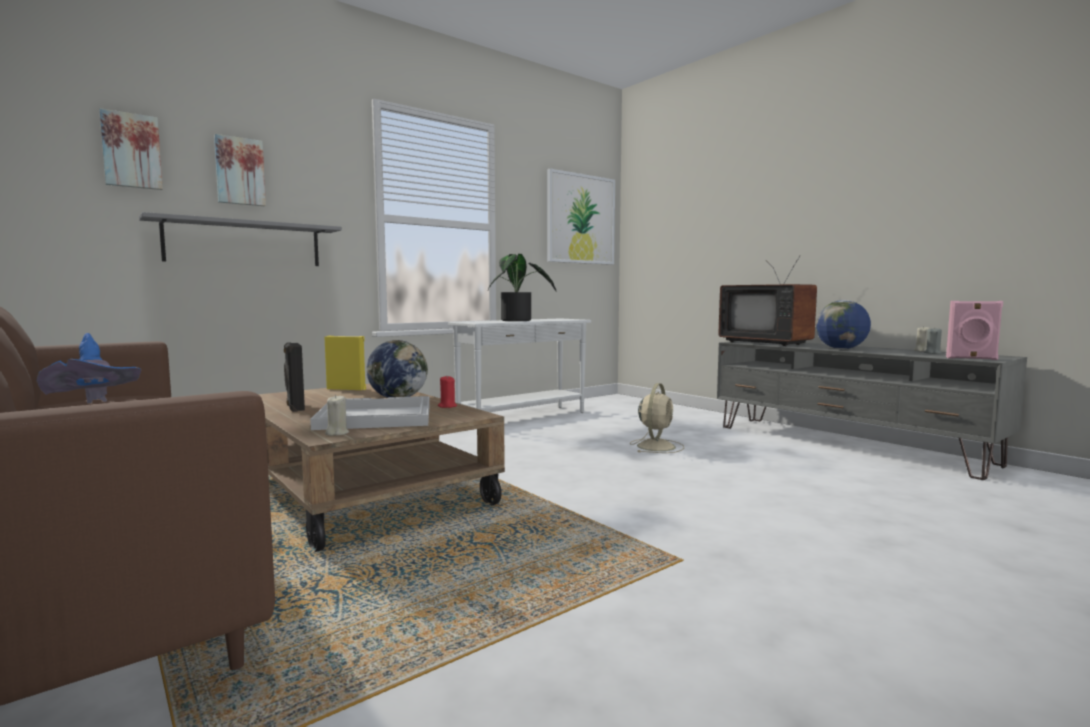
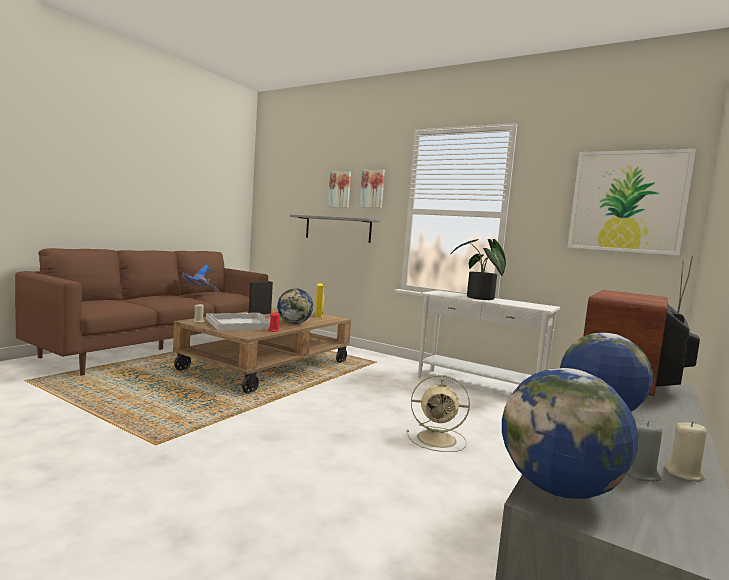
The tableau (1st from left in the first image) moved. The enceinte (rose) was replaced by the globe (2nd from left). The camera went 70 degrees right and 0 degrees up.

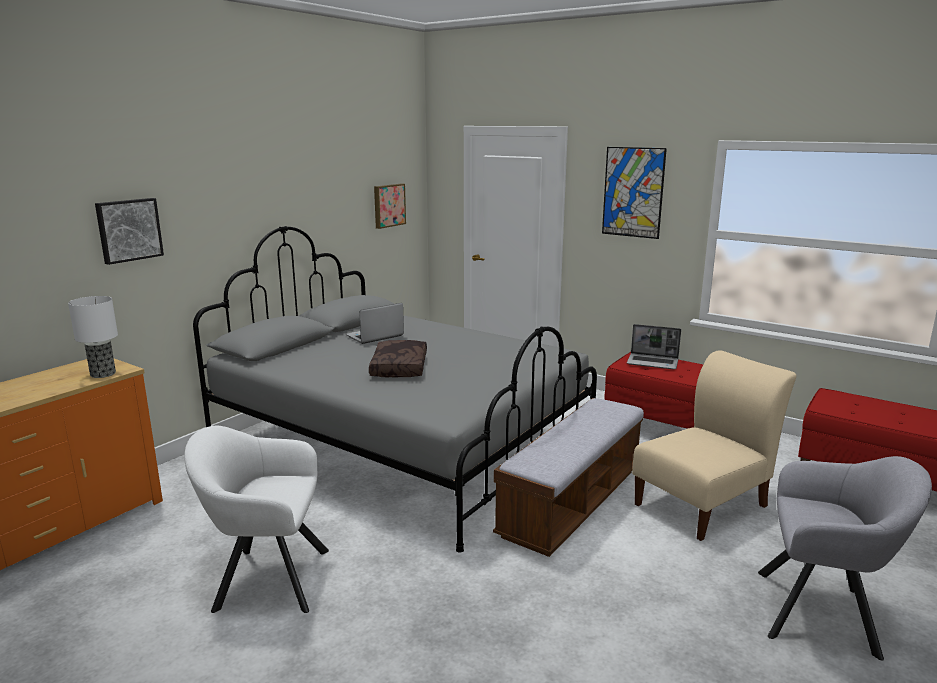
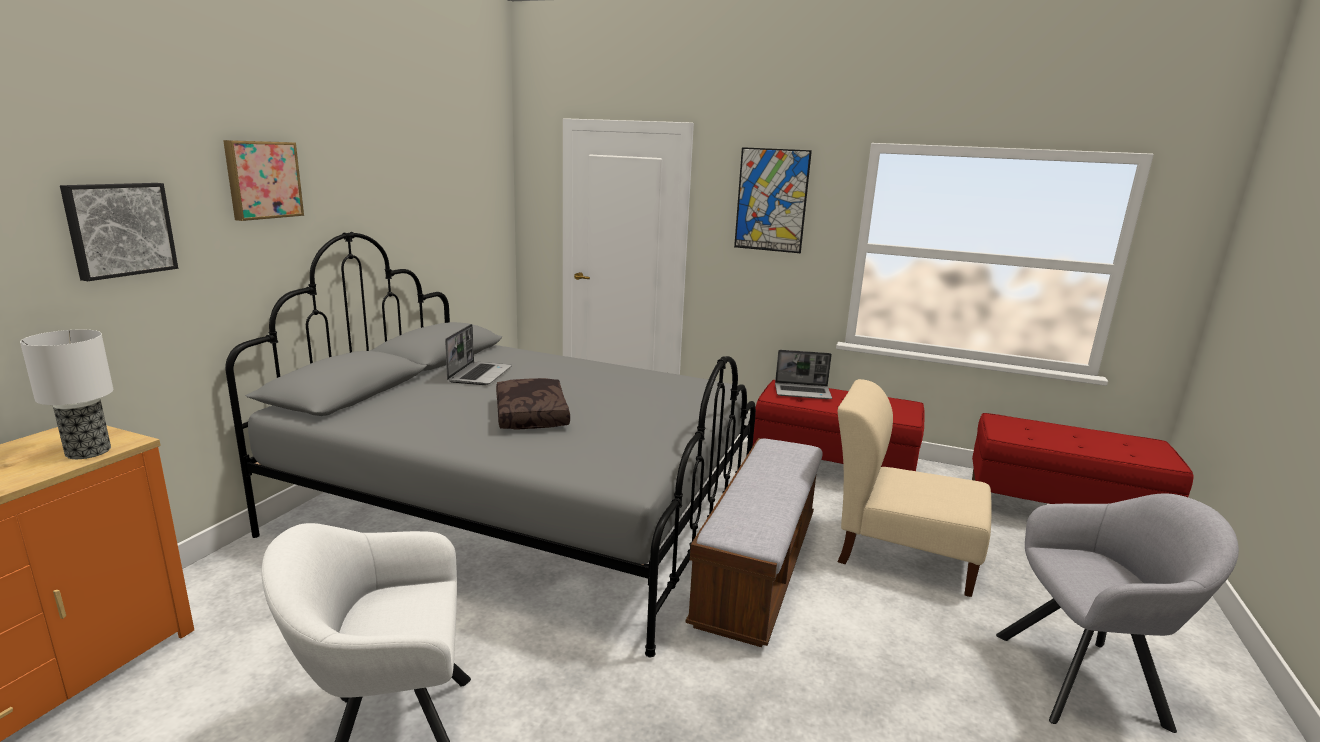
The tableau (2nd from left) moved. The ordinateur portable (1st from left) turned 150 degrees clockwise. The chaise (beige) turned 105 degrees counterclockwise. The camera went 15 degrees left and 0 degrees up.

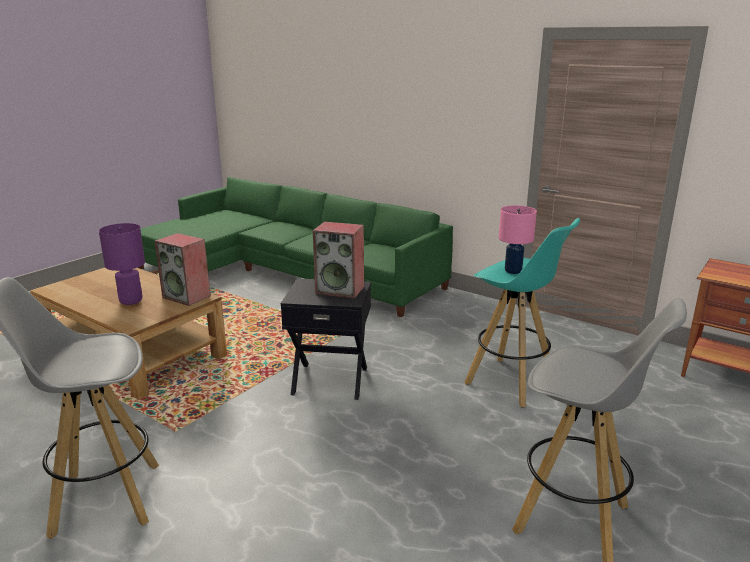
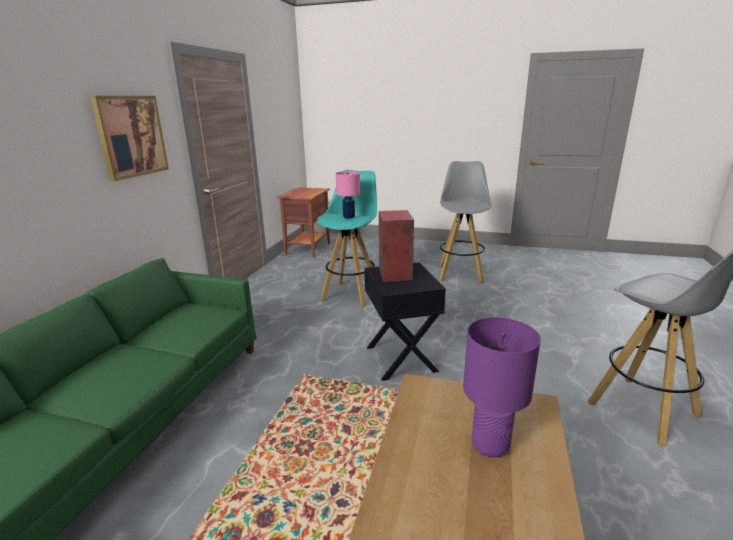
The enceinte (1st from left) disappeared. The tableau appeared. The camera went 110 degrees left and 0 degrees up.

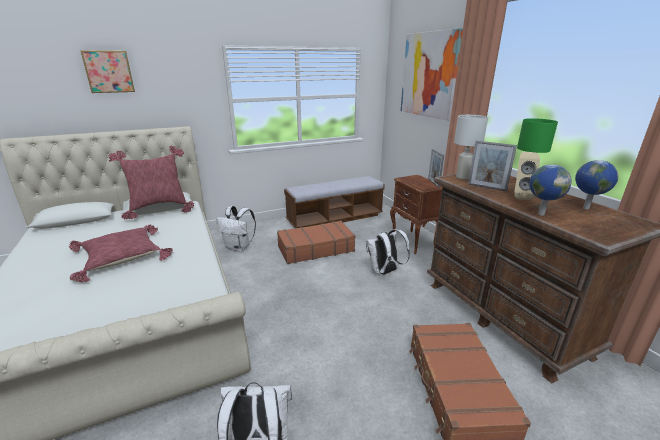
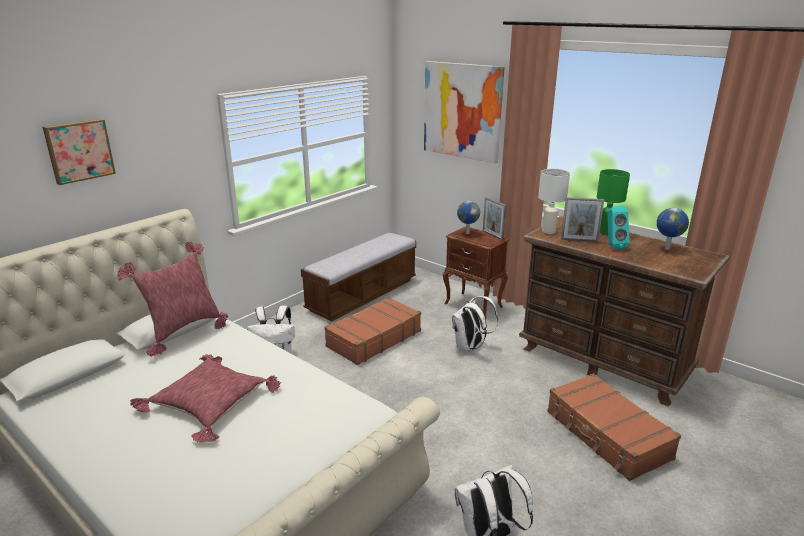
The globe (1st from left) moved. The enceinte (beige) became the enceinte (turquoise). The camera went 25 degrees left and 0 degrees up.

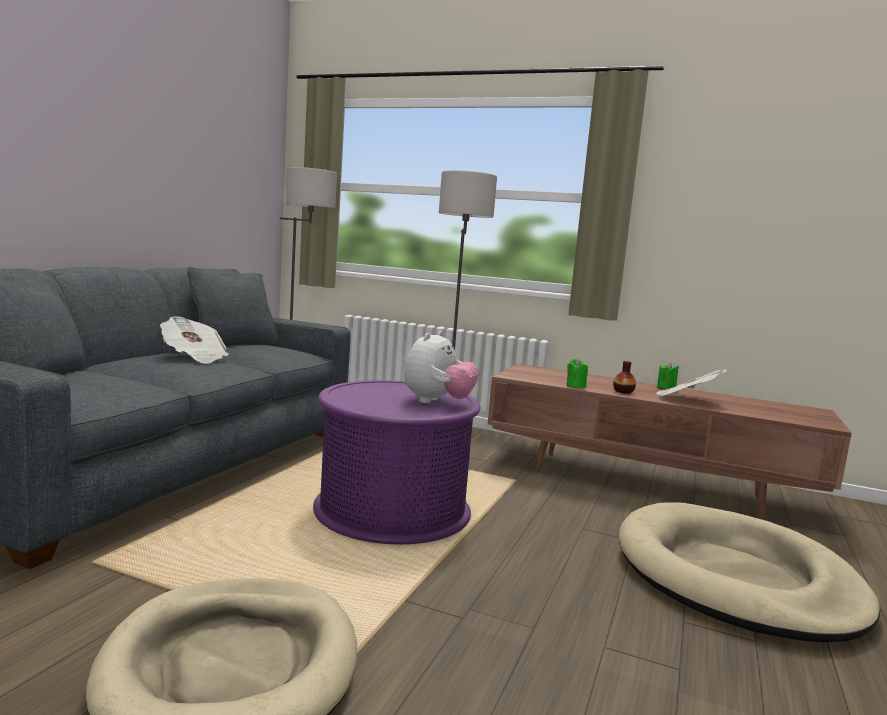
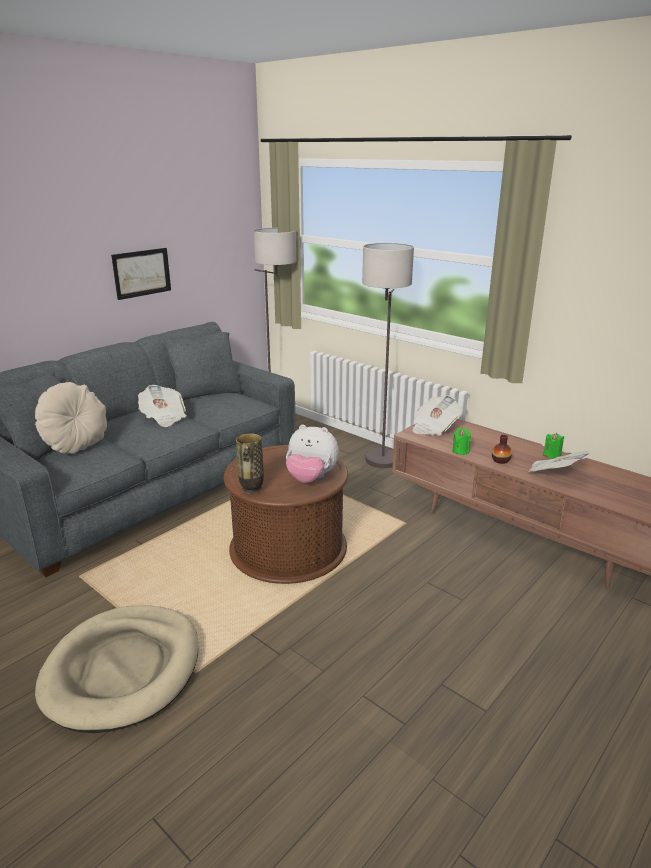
The panier pour chien (beige) (2nd from left) disappeared. The coussin (beige) appeared. The tableau appeared. The vase (1st from left) appeared. The journal (2nd from left) appeared. The table basse (violet) became the table basse (marron). The peluche turned 60 degrees clockwise. The camera went 20 degrees right and 15 degrees up.

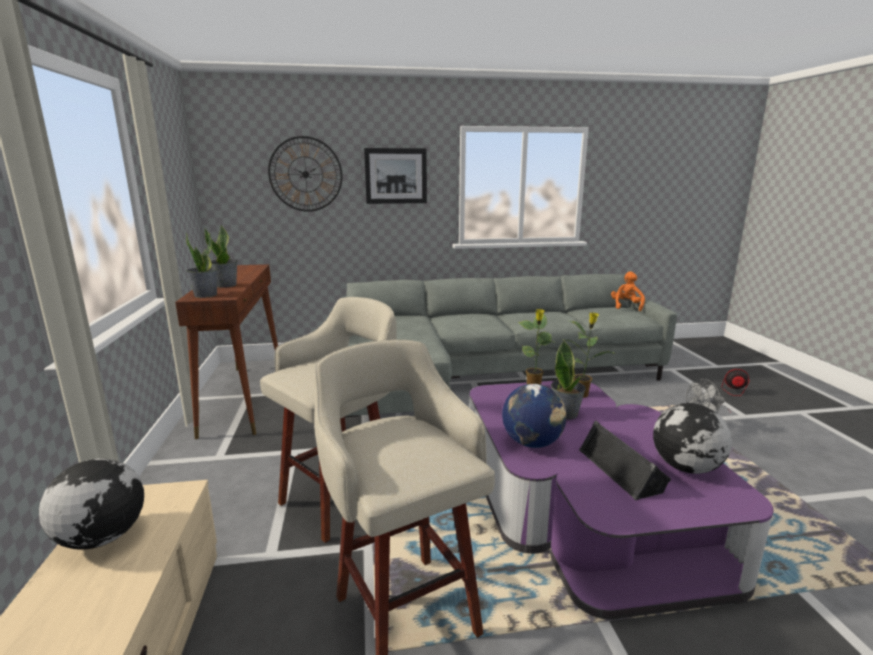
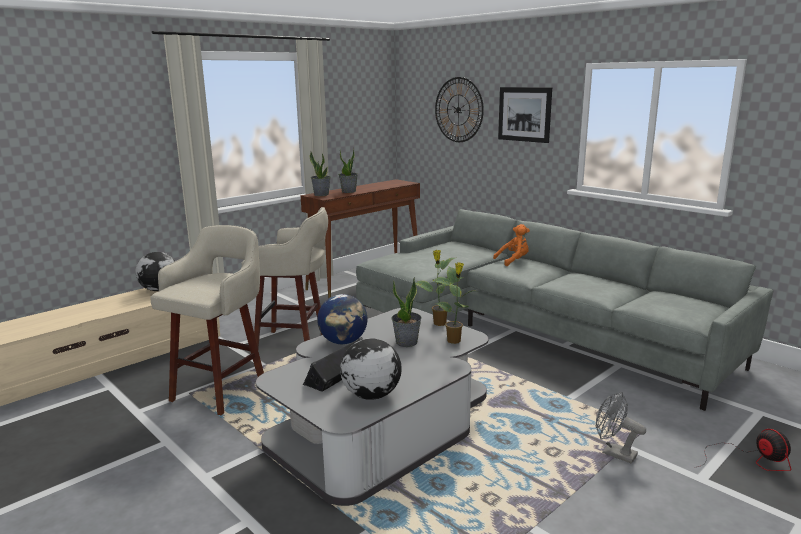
The peluche (orange) moved. The table basse (violet) became the table basse (gris). The camera went 55 degrees right and 0 degrees up.

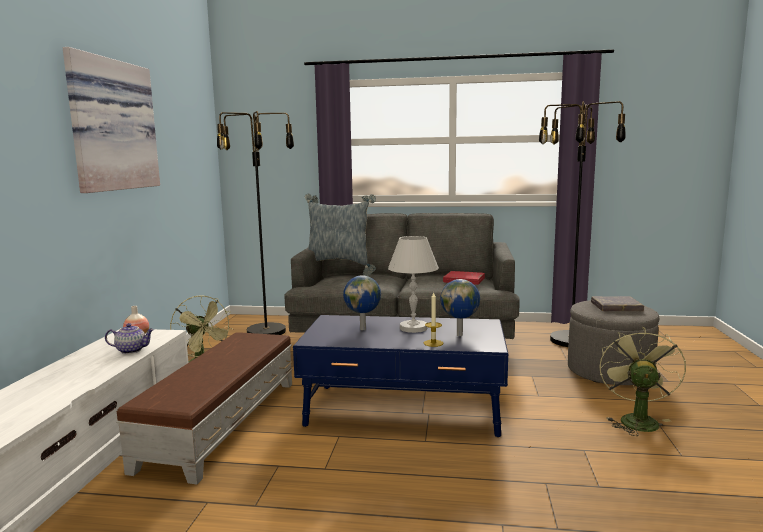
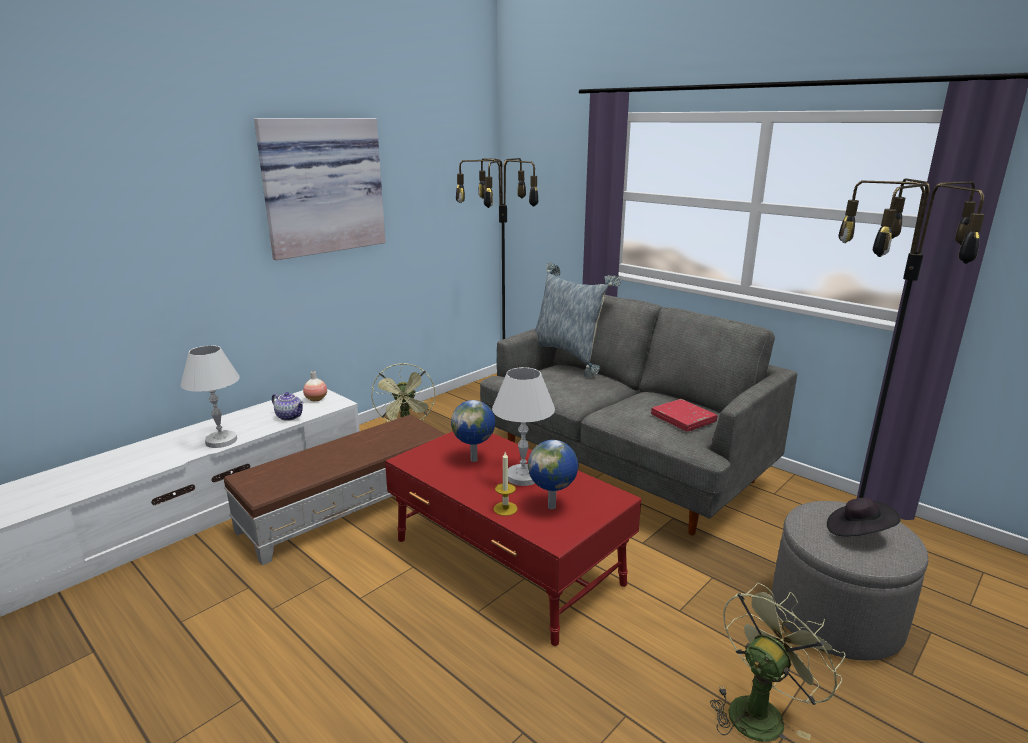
The lampe de table (blanc) (1st from left) appeared. The livre (gris) was replaced by the chapeau (noir). The table basse (bleu) became the table basse (rouge). The camera went 35 degrees right and 10 degrees up.

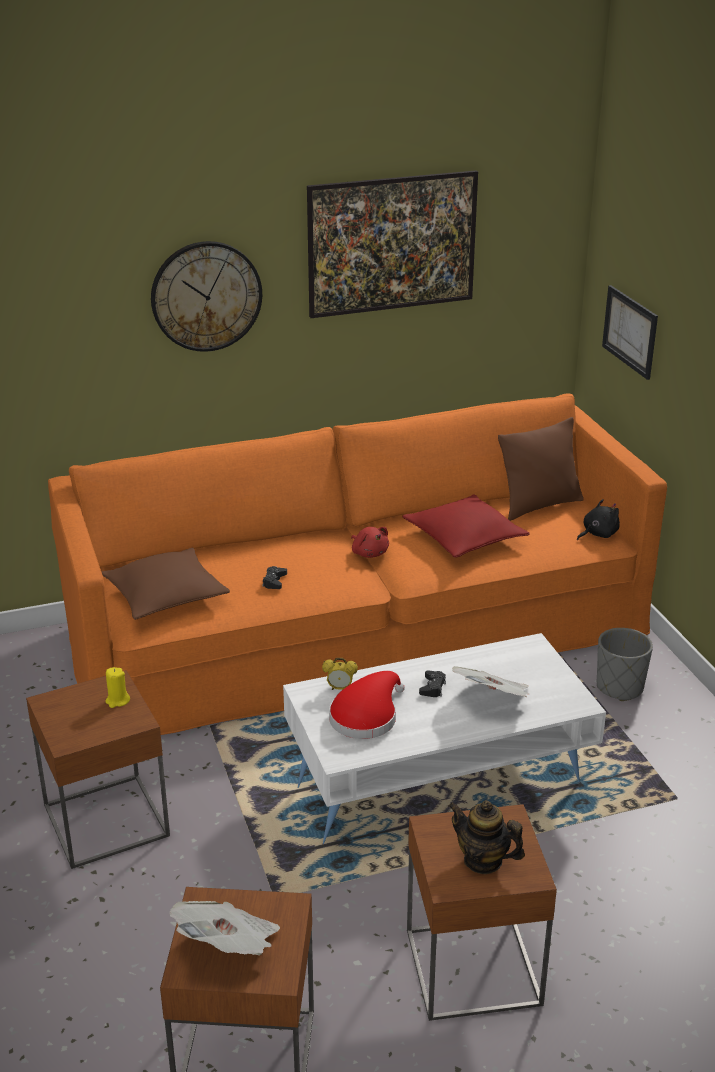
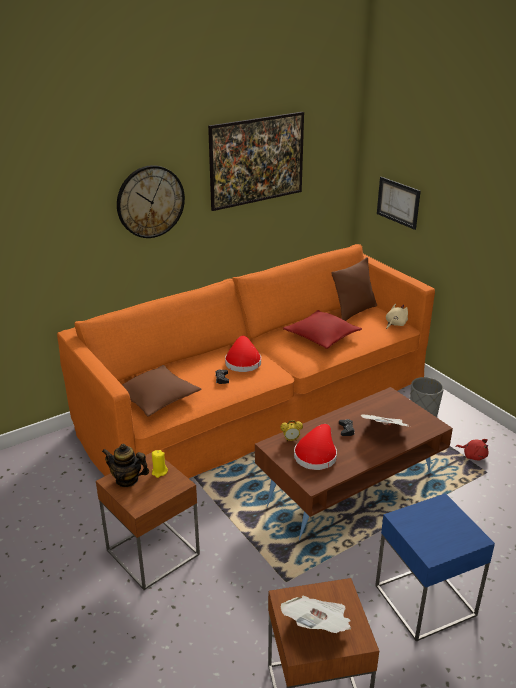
The chapeau (rouge) (1st from left) appeared. The peluche (rouge) moved. The théière moved. The table basse (blanc) became the table basse (marron). The table d'appoint (marron) (3rd from left) became the table d'appoint (bleu). The peluche (noir) became the peluche (beige). The camera went 15 degrees left and 0 degrees up.

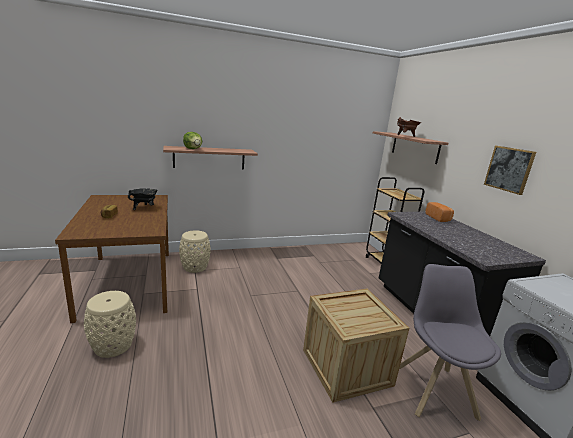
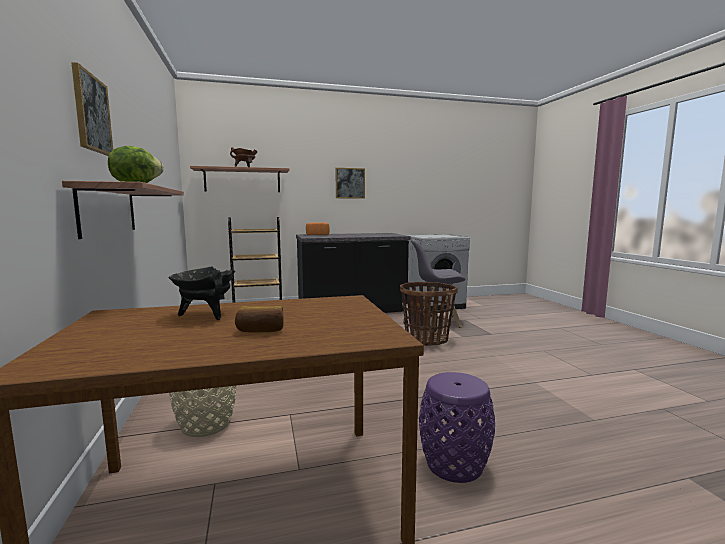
The tableau (1st from left) appeared. The caisse was replaced by the panier. The tabouret (beige) (1st from left) became the tabouret (violet). The camera went 85 degrees left and 10 degrees down.

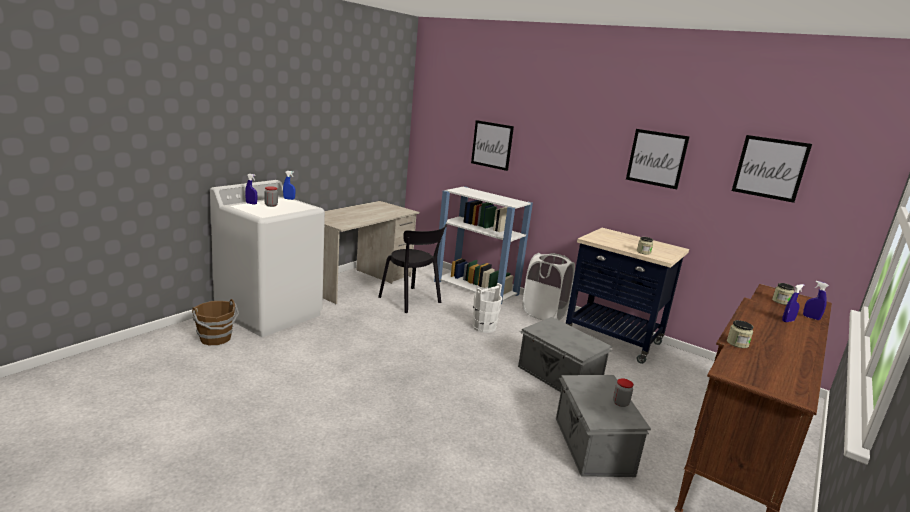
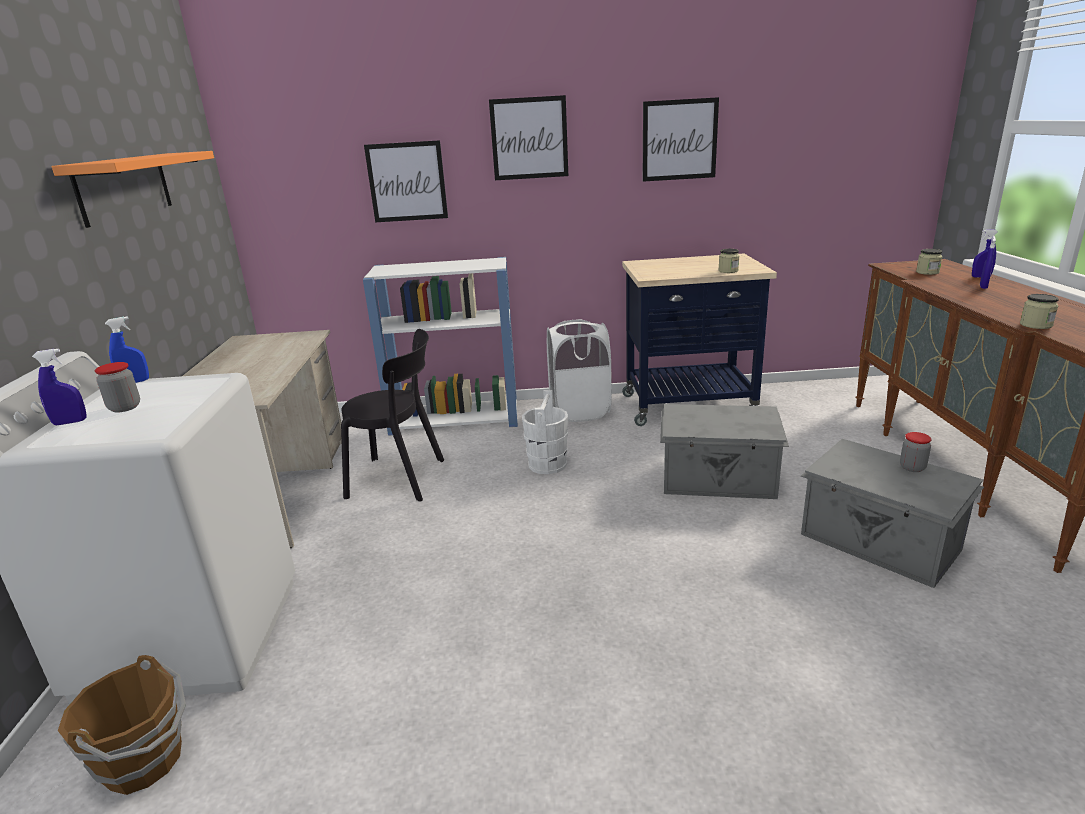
The étagère (orange) appeared. The tableau (3rd from left in the first image) moved. The camera went 35 degrees left and 5 degrees up.

